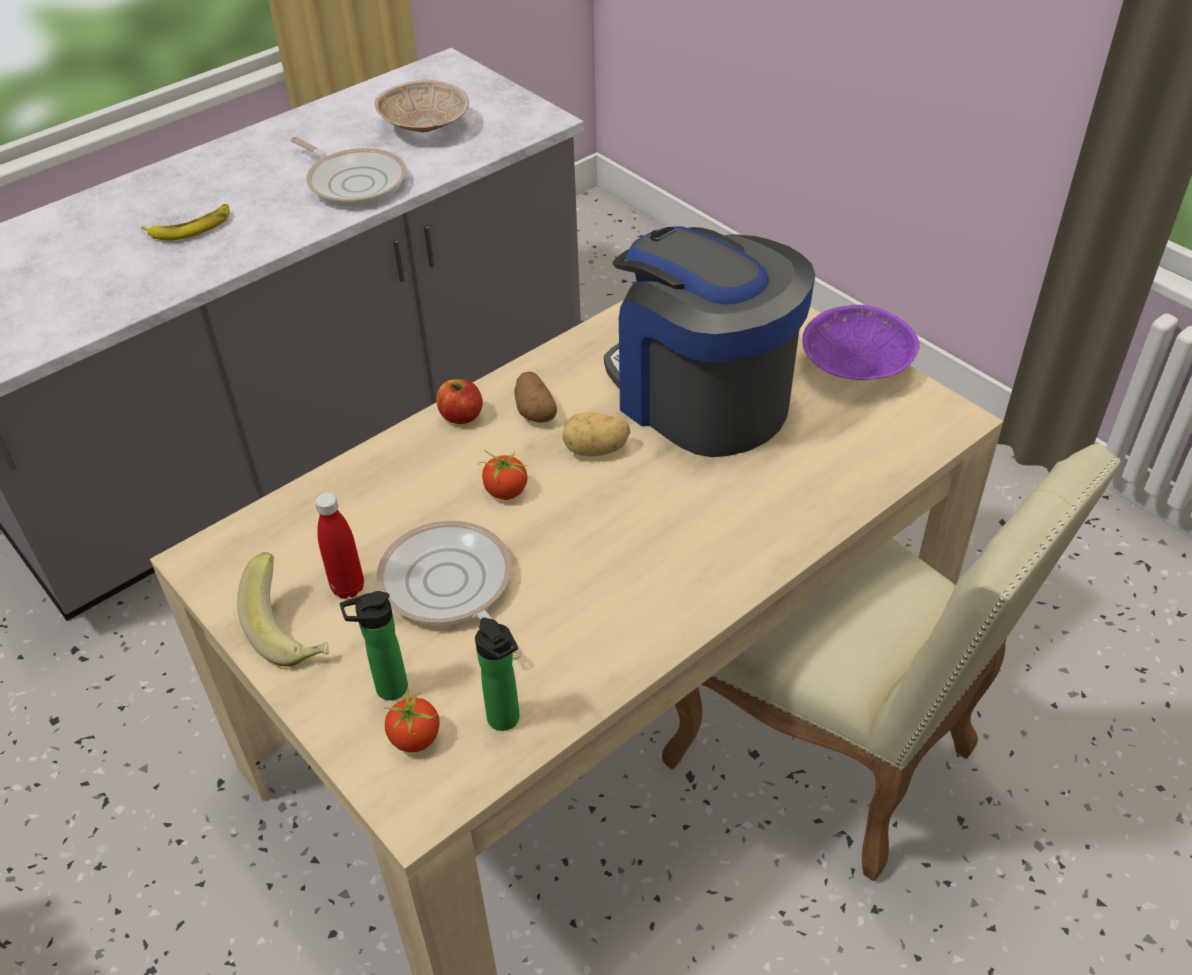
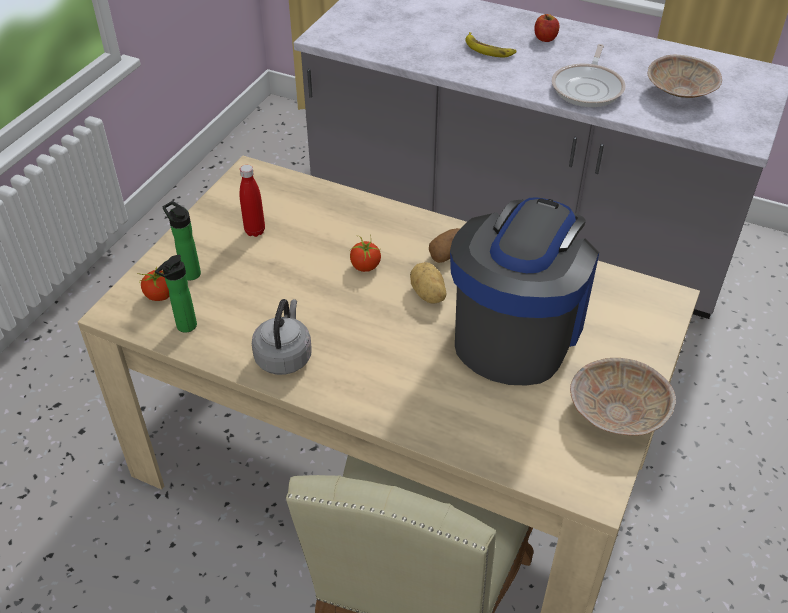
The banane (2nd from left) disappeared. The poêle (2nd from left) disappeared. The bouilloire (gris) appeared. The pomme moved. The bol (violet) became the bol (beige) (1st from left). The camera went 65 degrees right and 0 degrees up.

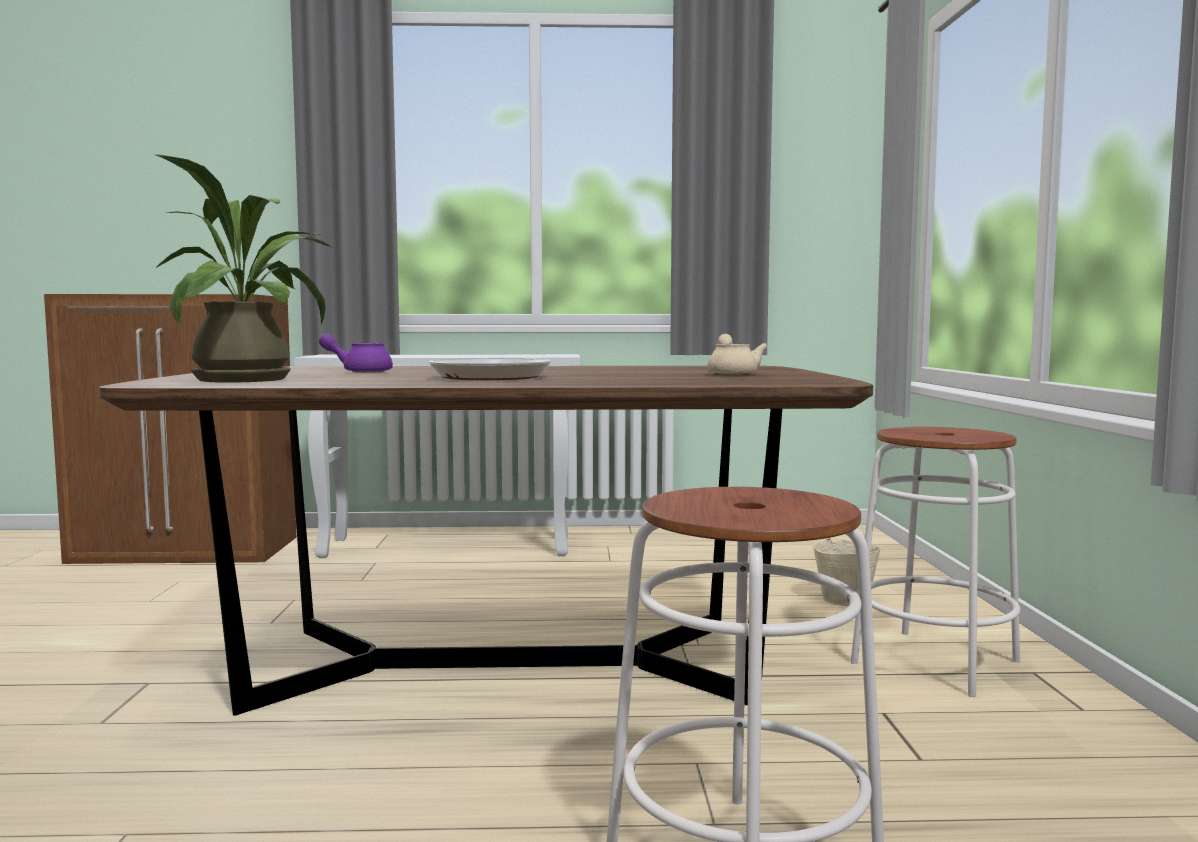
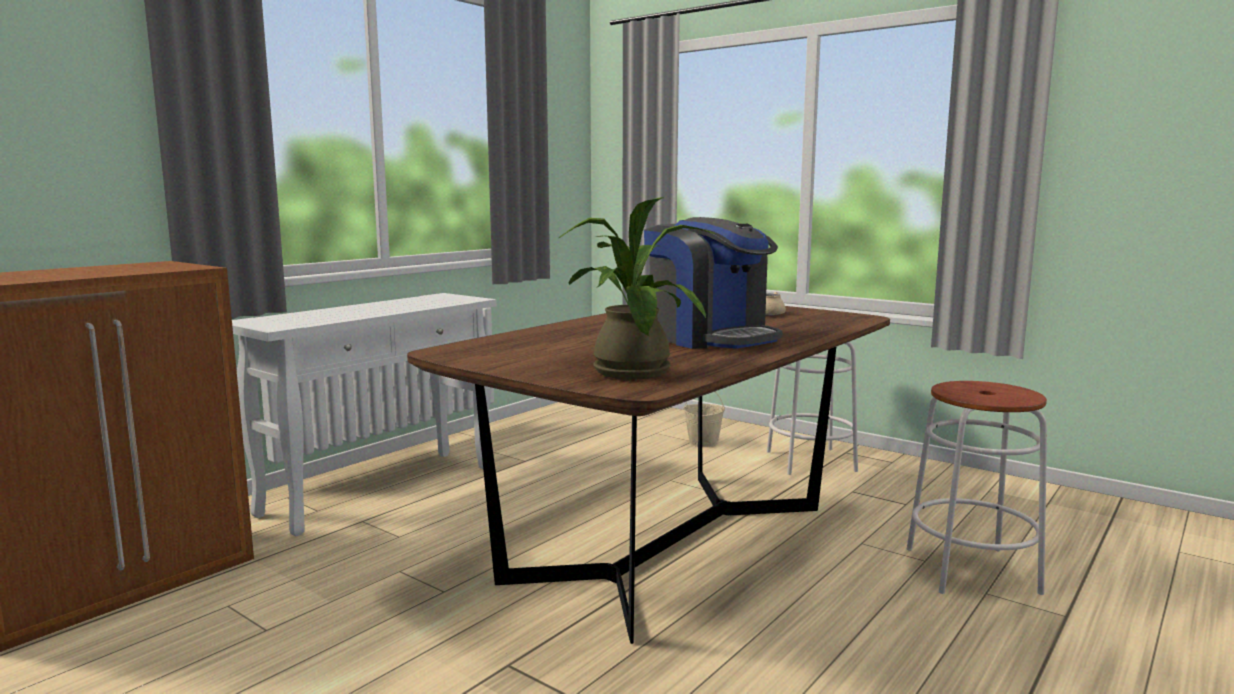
The théière (violet) disappeared. The poêle was replaced by the machine à café. The camera went 50 degrees left and 5 degrees up.

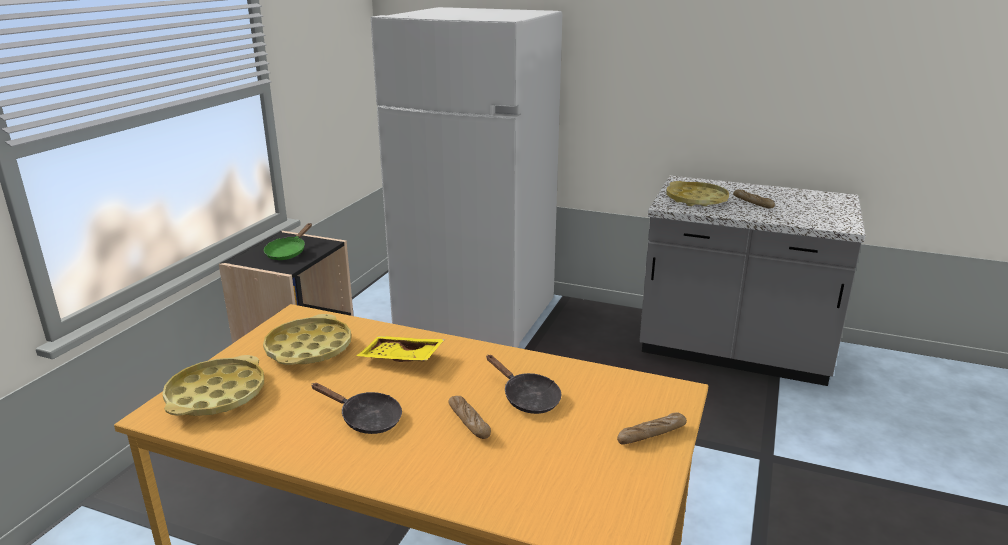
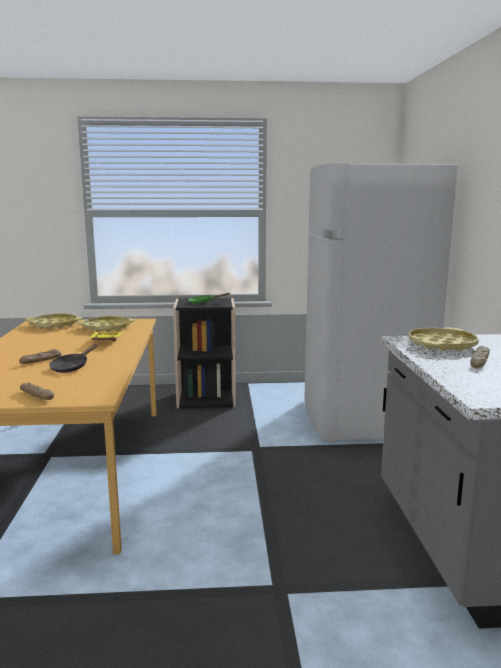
The poêle (noir) (1st from left) disappeared. The camera went 65 degrees right and 10 degrees down.

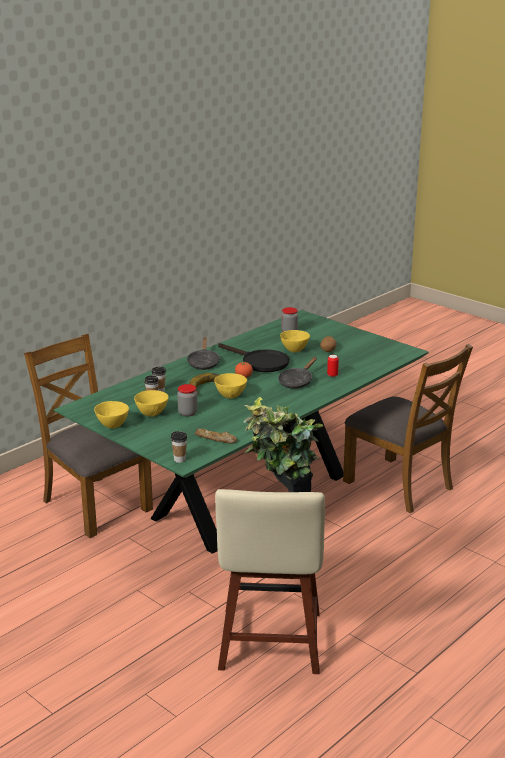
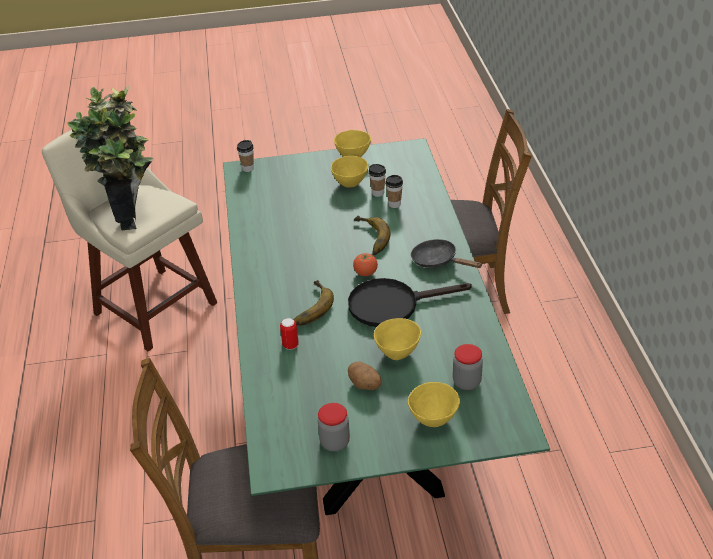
The pain disappeared. The bocal (1st from left) moved. The bol (jaune) (3rd from left in the first image) moved. The poêle (noir) (3rd from left) was replaced by the banane (1st from left). The camera went 130 degrees right and 15 degrees up.

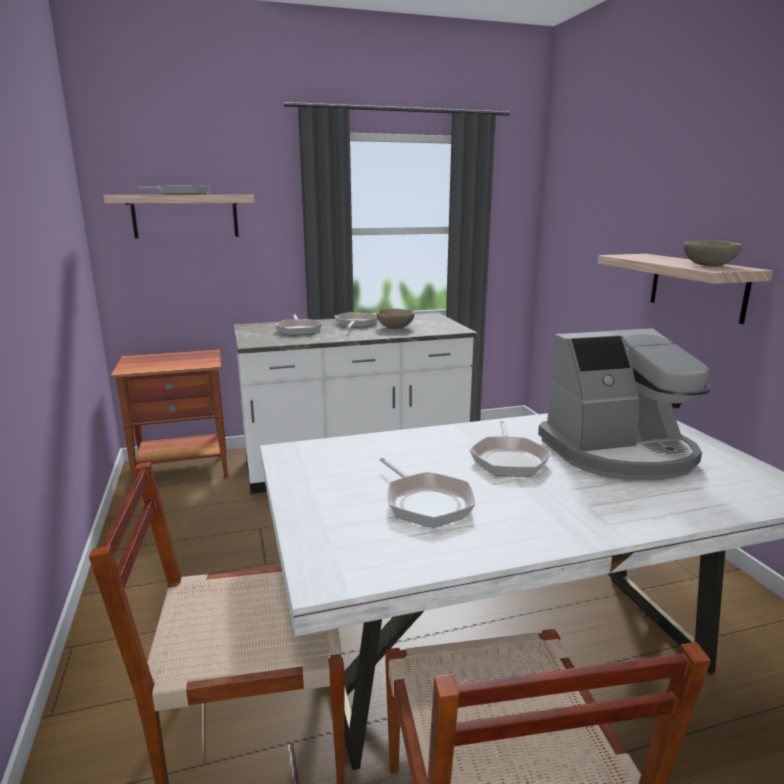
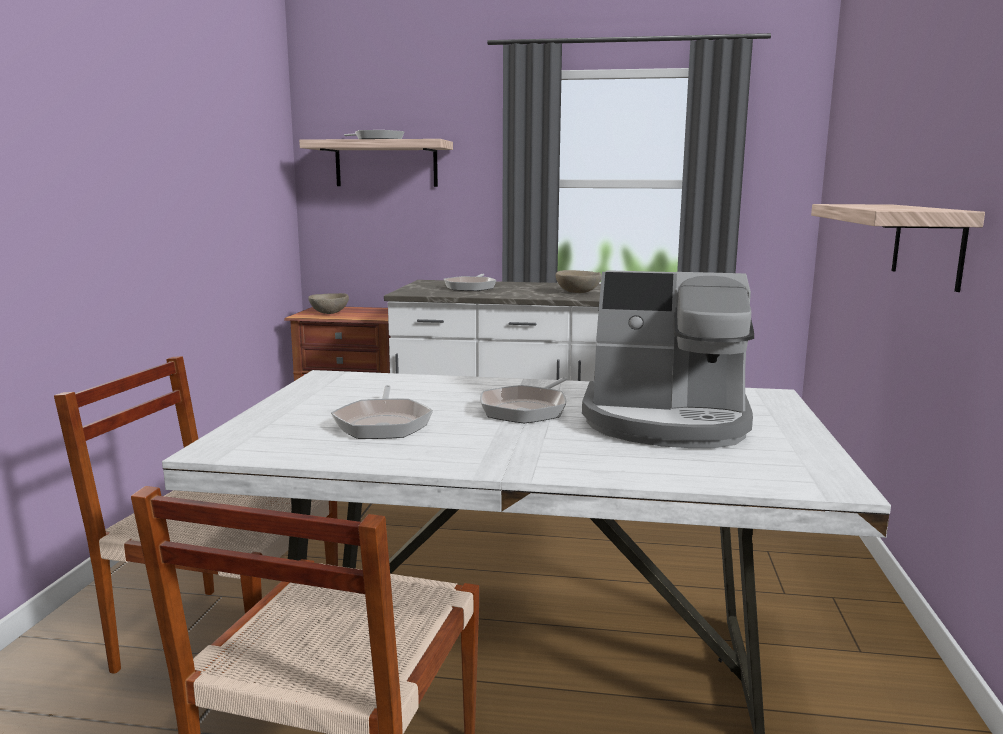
The poêle (3rd from left) disappeared. The bol (beige) (2nd from left in the first image) moved. The camera went 25 degrees right and 5 degrees down.

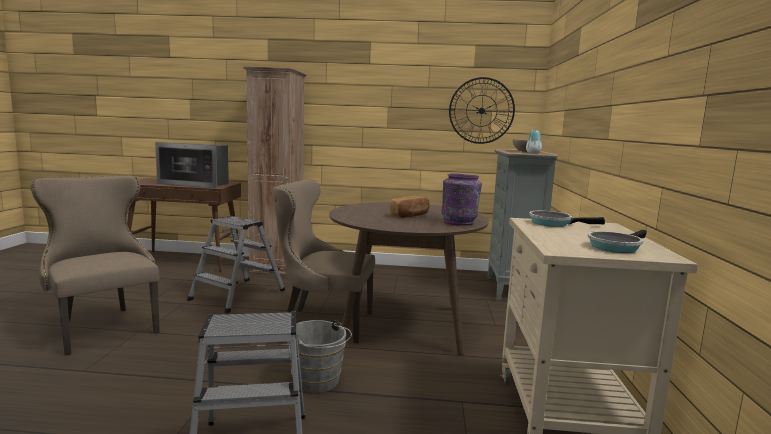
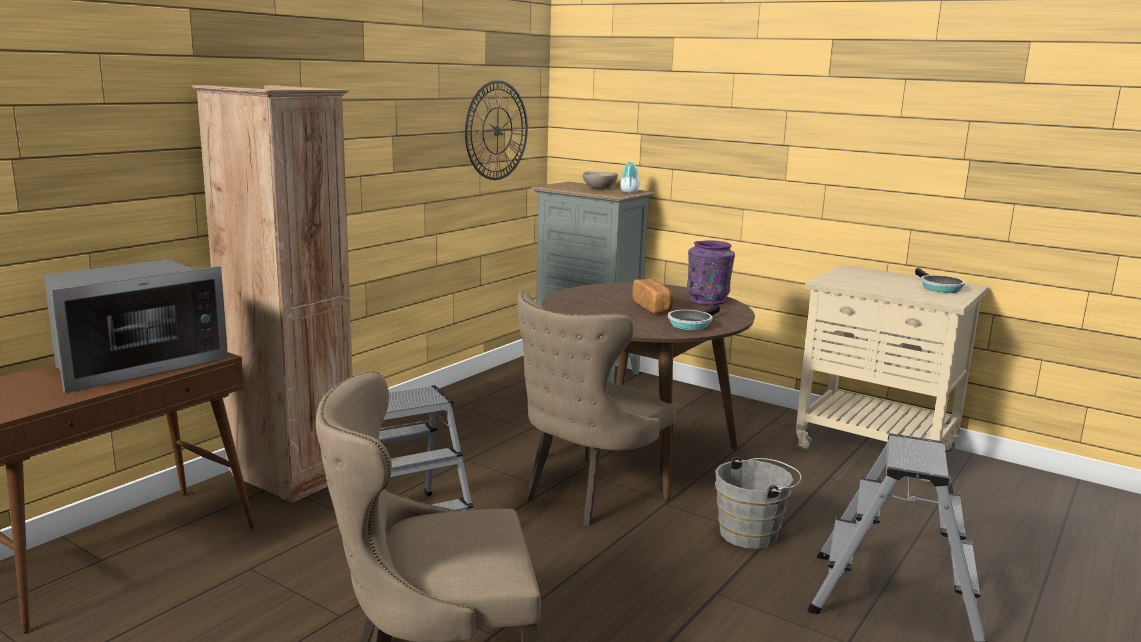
The poêle (1st from left) moved. The camera went 60 degrees left and 5 degrees up.

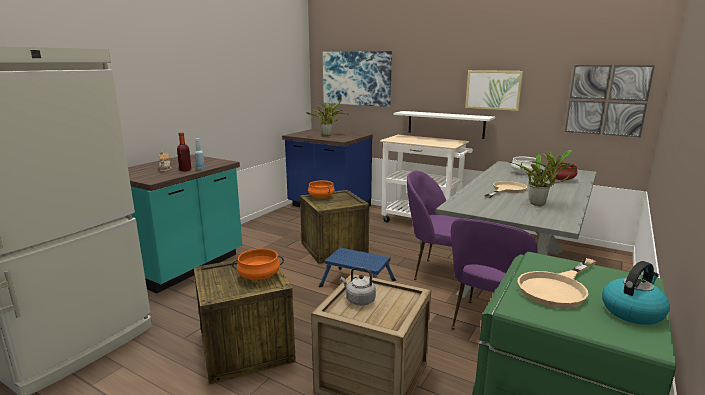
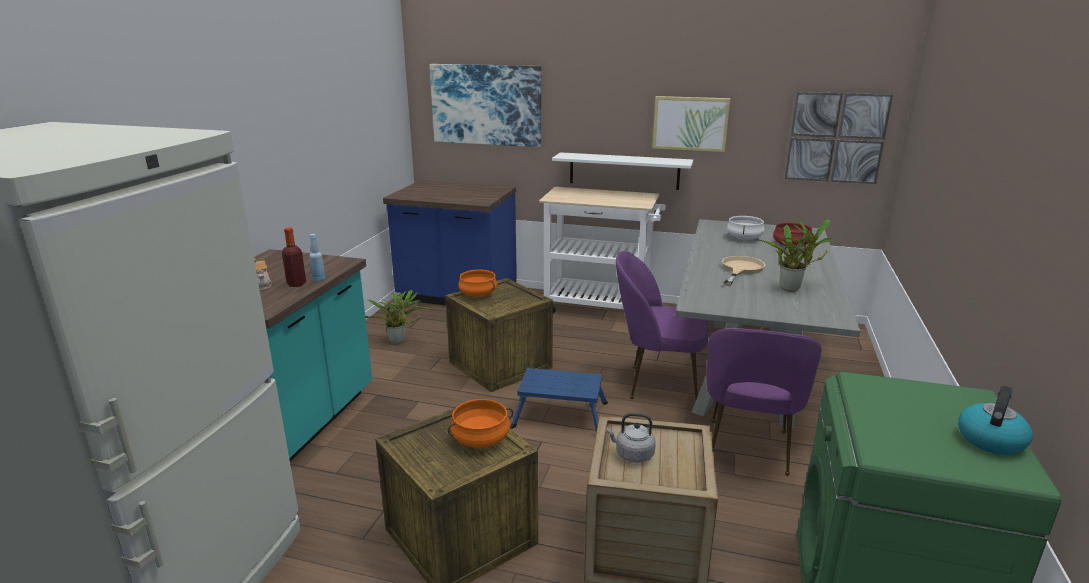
The poêle (beige) (2nd from left) disappeared. The plante en pot (1st from left) moved. The camera went 15 degrees left and 5 degrees up.

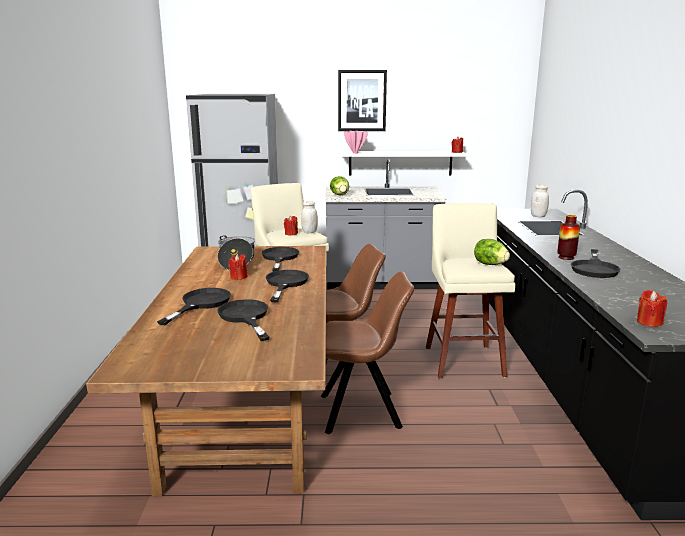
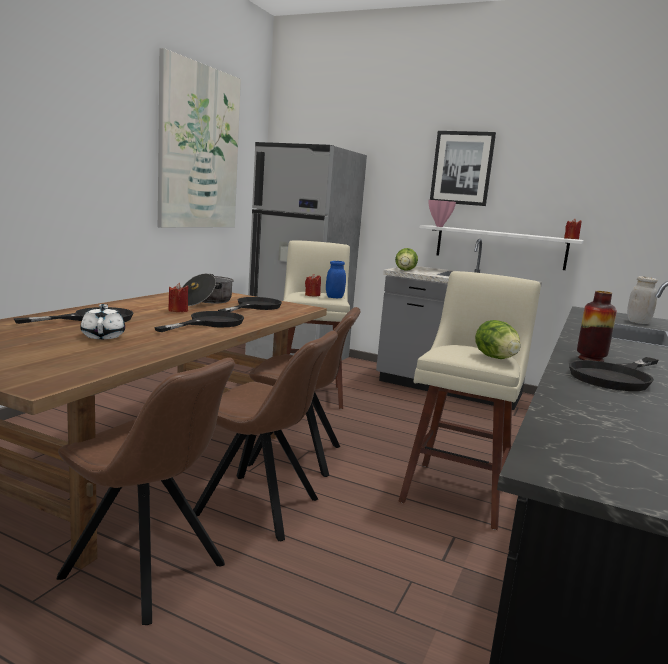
The bougie (rouge) (4th from left) disappeared. The chaise (marron) (1st from left) appeared. The tableau (1st from left) appeared. The poêle (noir) (2nd from left) was replaced by the théière (blanc). The bocal (blanc) (1st from left) became the bocal (bleu). The camera went 25 degrees right and 5 degrees down.

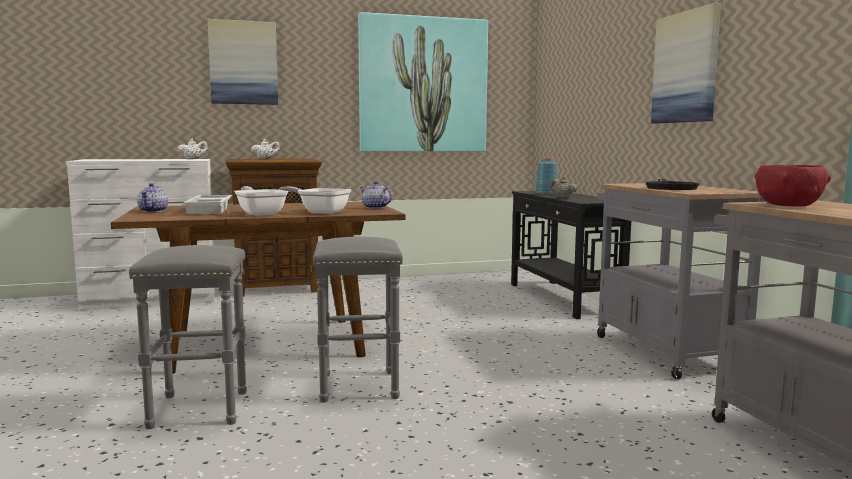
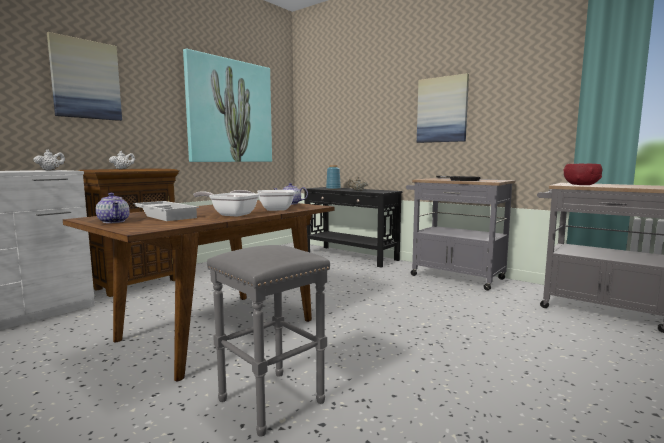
The tabouret (gris) (2nd from left) disappeared. The camera went 35 degrees left and 0 degrees up.

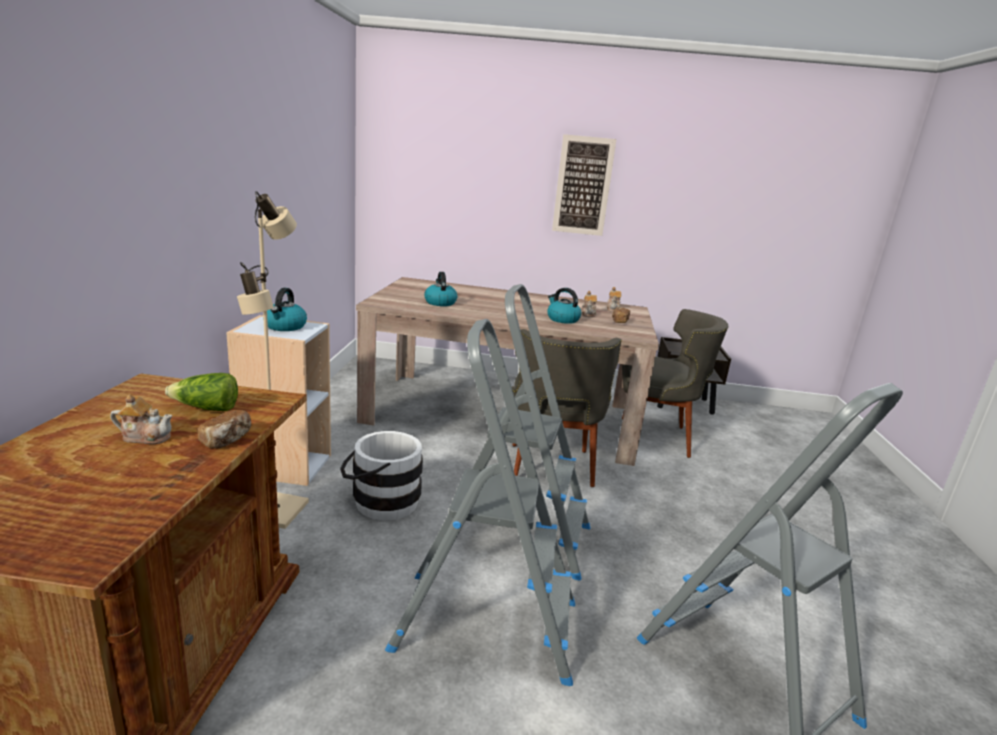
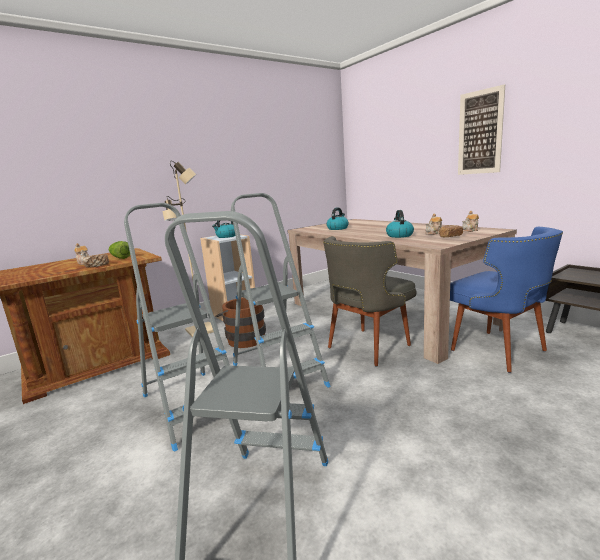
The seau (blanc) became the seau (marron). The chaise (gris) (2nd from left) became the chaise (bleu). The camera went 50 degrees right and 5 degrees down.

